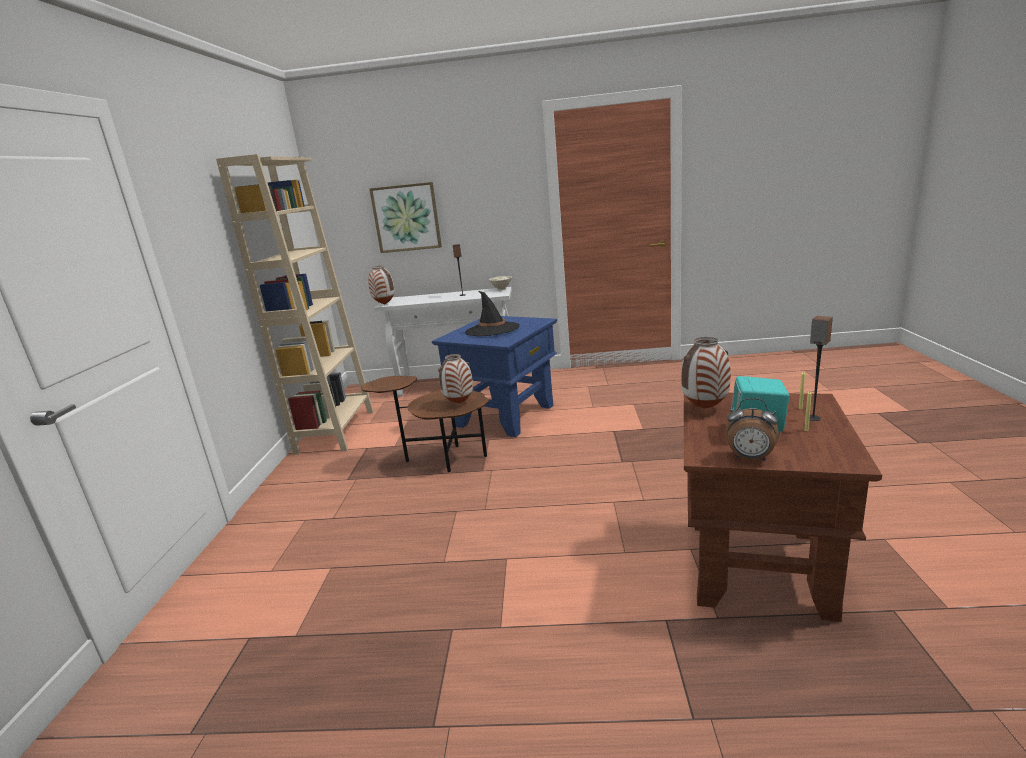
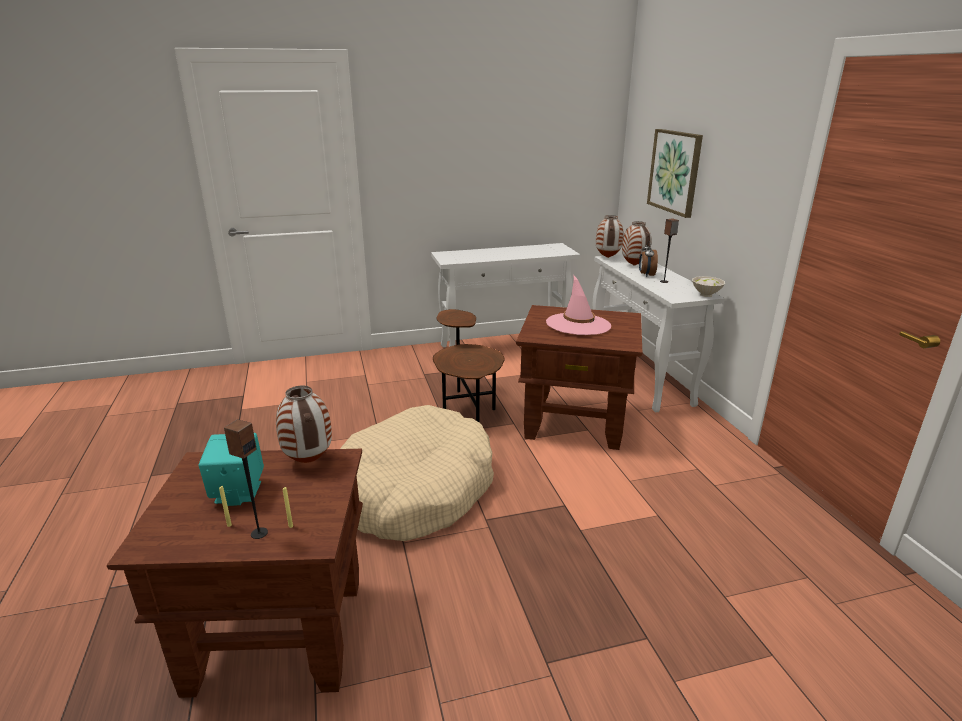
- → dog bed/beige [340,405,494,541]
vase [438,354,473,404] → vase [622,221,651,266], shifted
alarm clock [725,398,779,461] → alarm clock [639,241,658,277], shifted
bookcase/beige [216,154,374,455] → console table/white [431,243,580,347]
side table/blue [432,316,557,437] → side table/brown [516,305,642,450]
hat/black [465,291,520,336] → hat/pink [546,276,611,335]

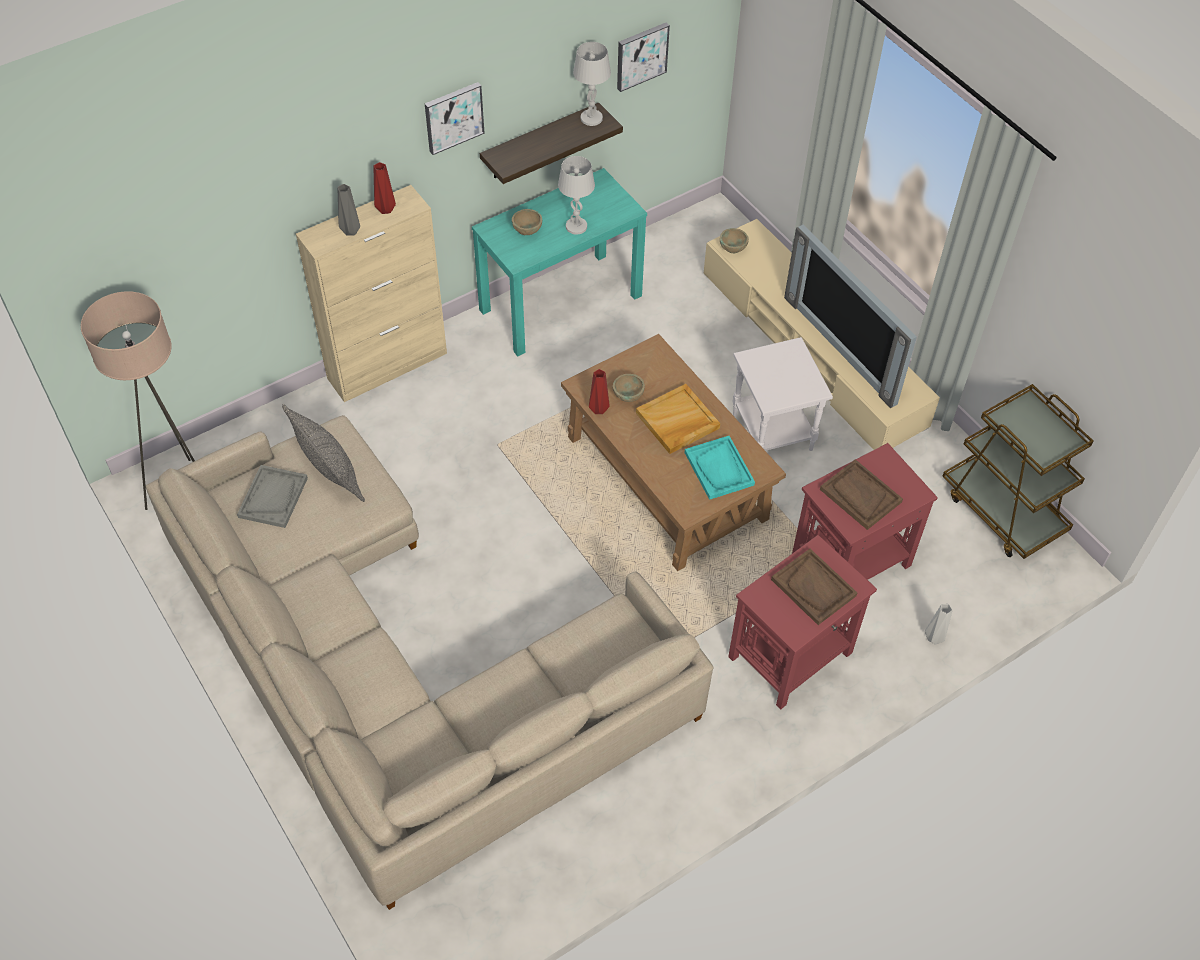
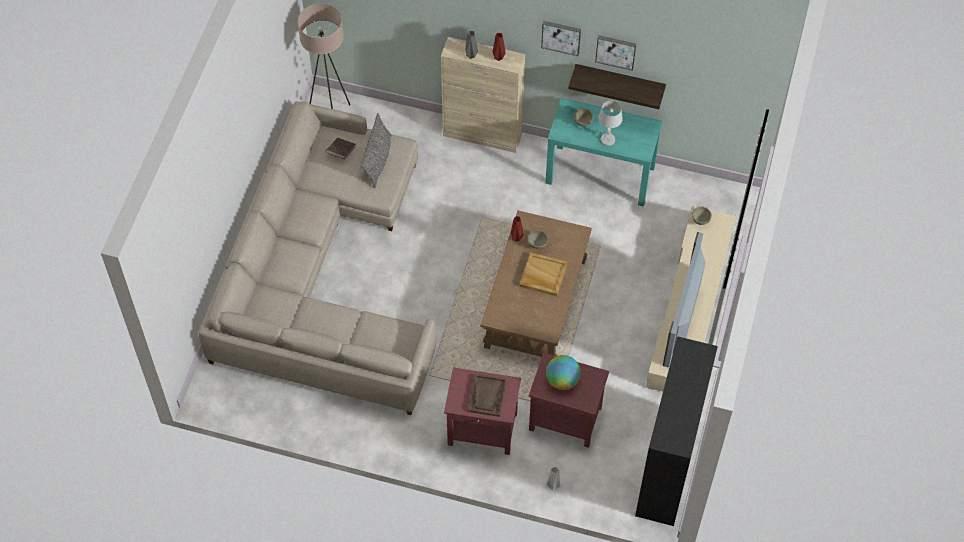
table lamp/white [573,42,611,126] → -
tray/turquoise [685,436,755,500] → -
side table/white [732,337,833,451] → -
picture [617,22,670,92] → picture [595,35,636,71], shifted
tray/grey [237,465,308,528] → book/brown [325,138,356,159]
tray/brown [820,459,903,530] → globe [546,355,581,390]
cart/brown [942,384,1093,559] → bookcase/black [635,336,718,526]

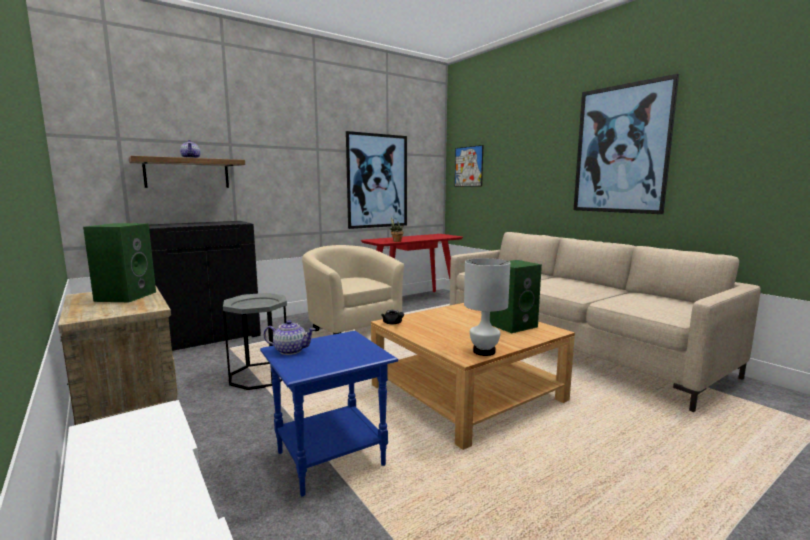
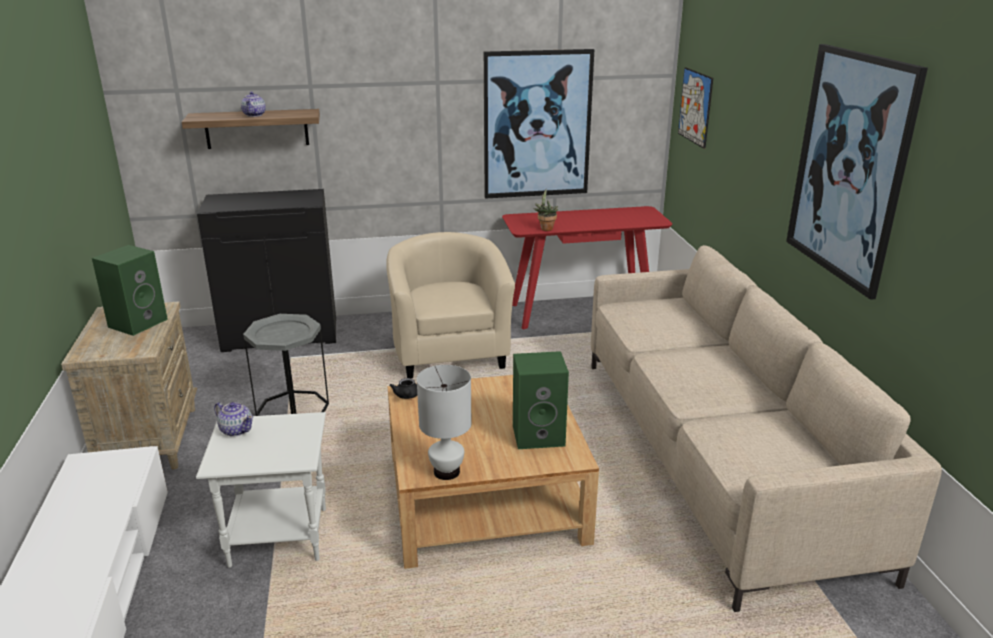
side table/blue [260,331,398,497] → side table/white [196,412,326,568]

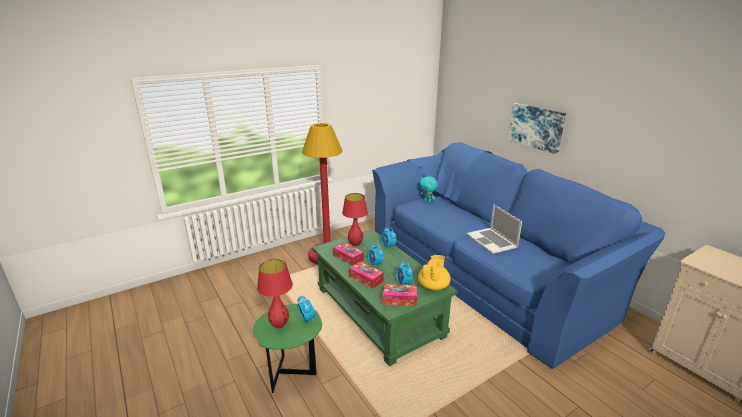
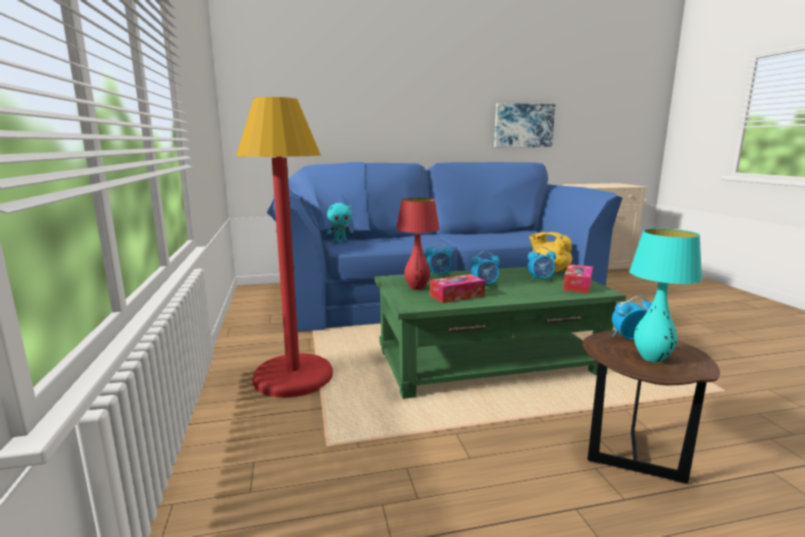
tissue box [349,262,384,289] → -
laptop [467,204,522,254] → -
picture [508,103,566,154] → picture [494,103,555,147], shifted
side table/green [253,304,322,393] → side table/brown [582,331,720,484]
table lamp/red [257,259,293,328] → table lamp/turquoise [629,228,702,363]

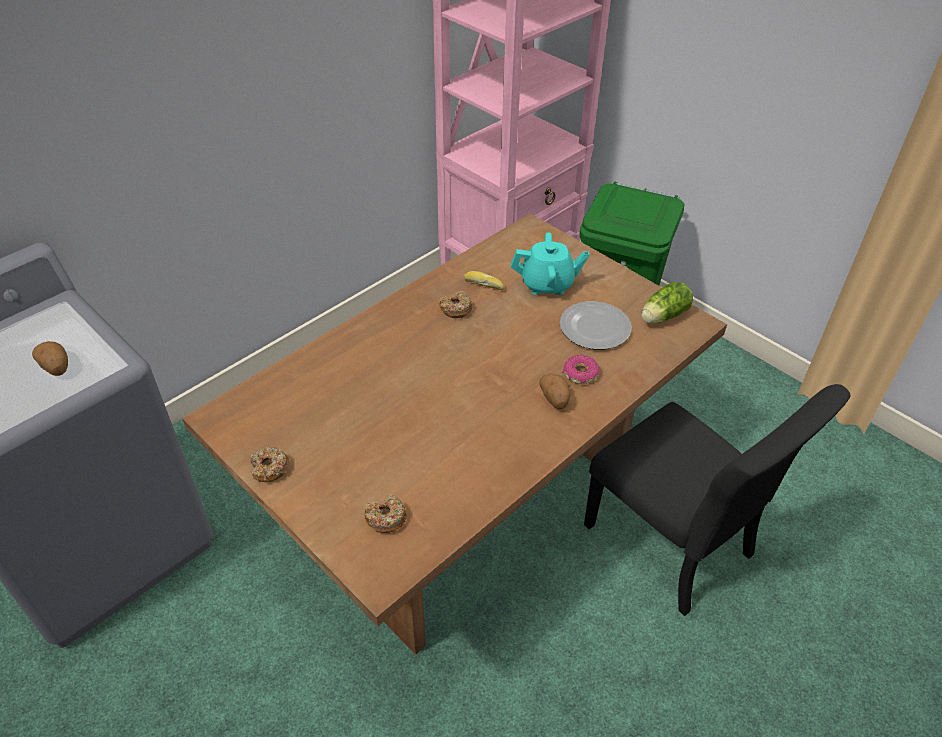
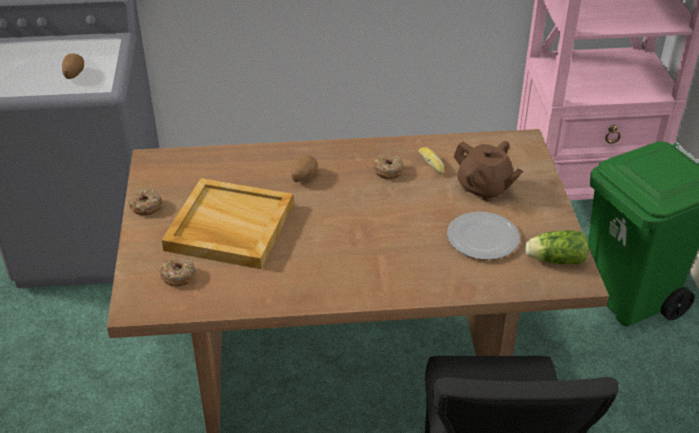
donut [563,355,599,384] → -
- → tray/beige [162,178,293,269]
potato [539,374,570,409] → potato [291,155,318,182], shifted
teapot/turquoise [511,232,590,295] → teapot/brown [453,141,523,201]

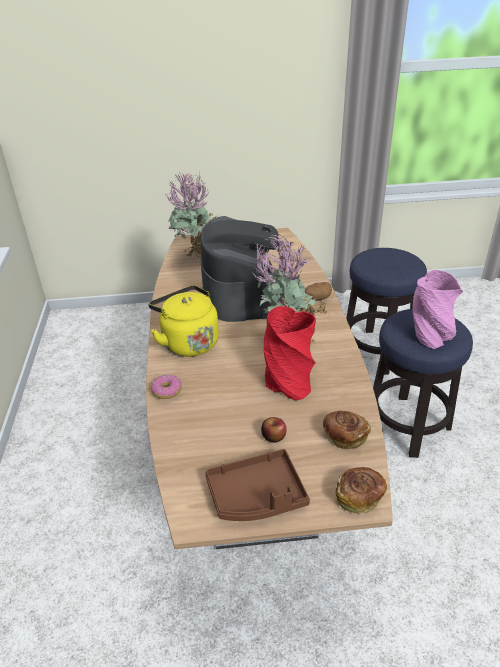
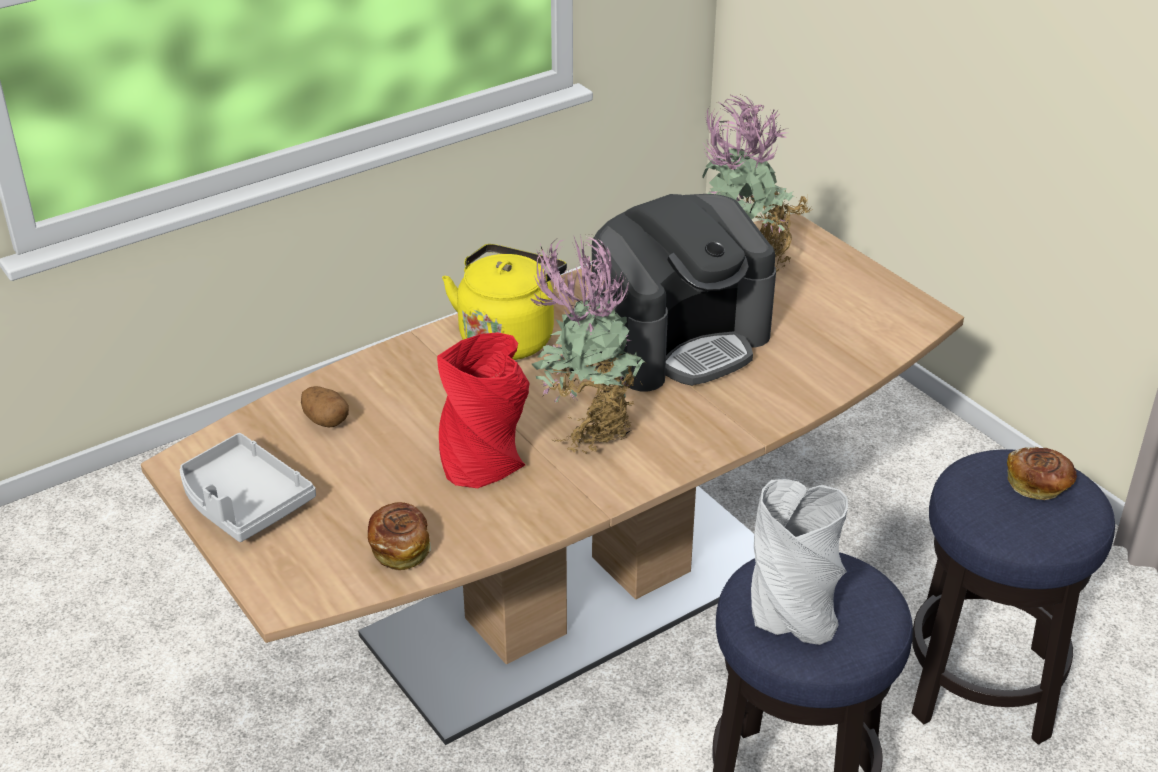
donut [151,375,181,399] → -
apple [261,417,287,443] → -
potato [305,282,332,301] → potato [301,386,349,427], shifted
bread [336,467,387,515] → bread [1007,447,1077,500], shifted
tray/brown [205,449,310,521] → tray/grey [179,433,316,542]
vase/pink [412,270,463,349] → vase/grey [751,479,848,645]

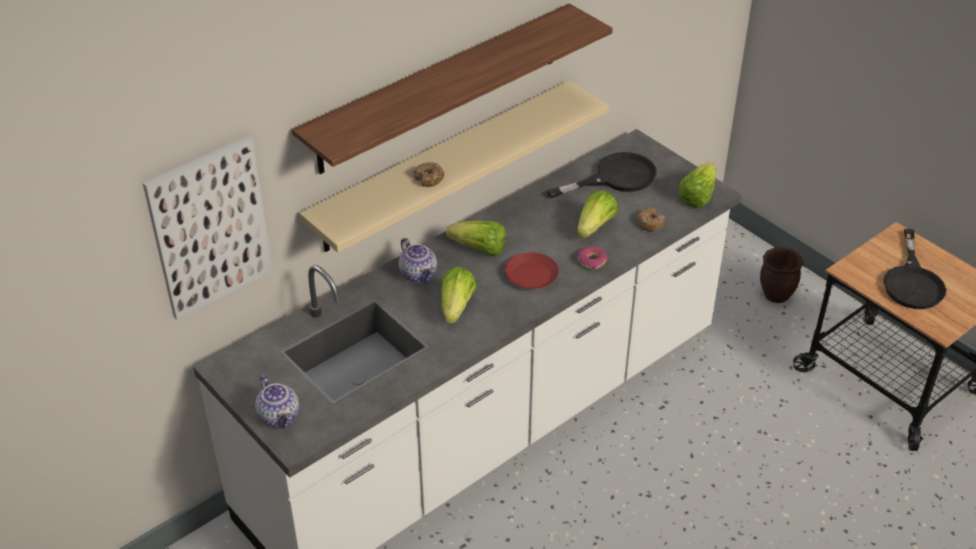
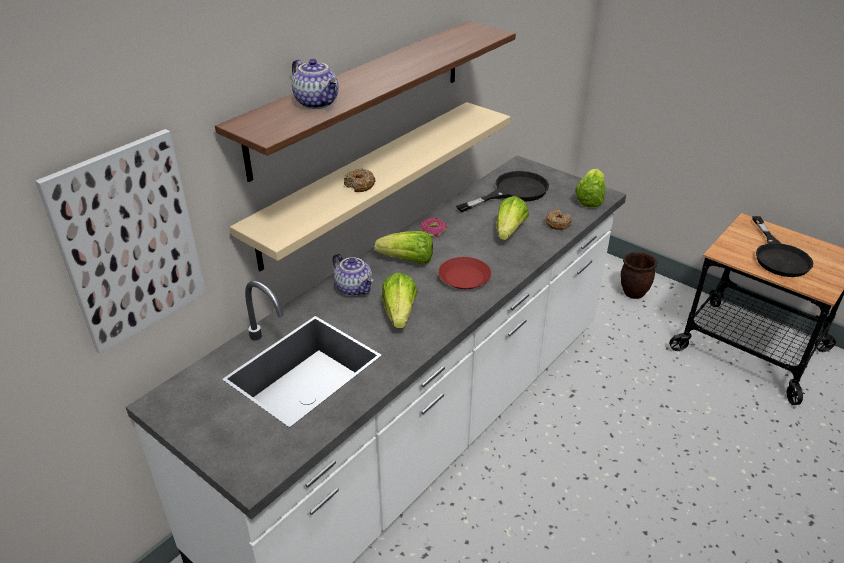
teapot [255,375,299,428] → teapot [292,59,338,109], shifted
donut [578,246,608,270] → donut [420,218,447,238], shifted

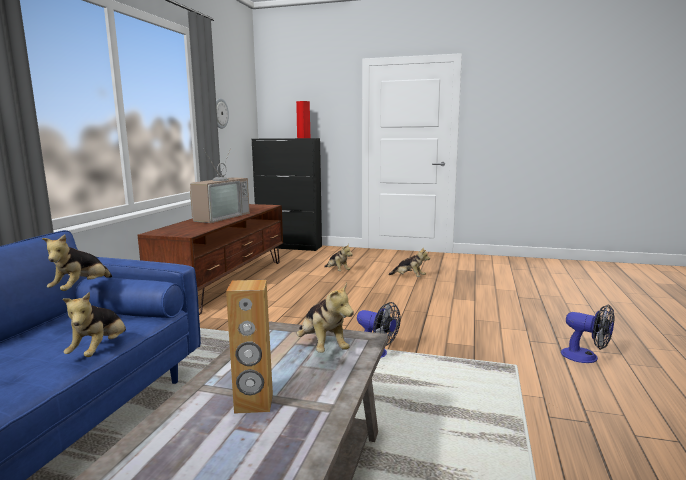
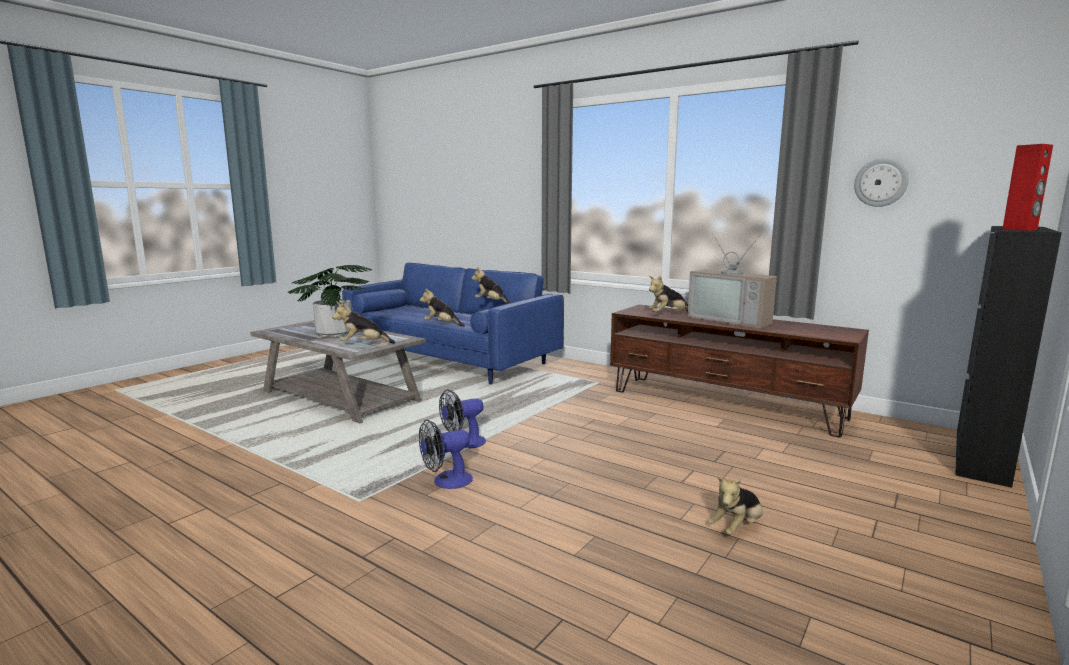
plush toy [324,243,353,271] → plush toy [648,276,688,312], shifted
fan [561,304,615,363] → fan [419,419,473,489], shifted
speaker/brown [226,280,273,414] → potted plant [289,265,372,337]

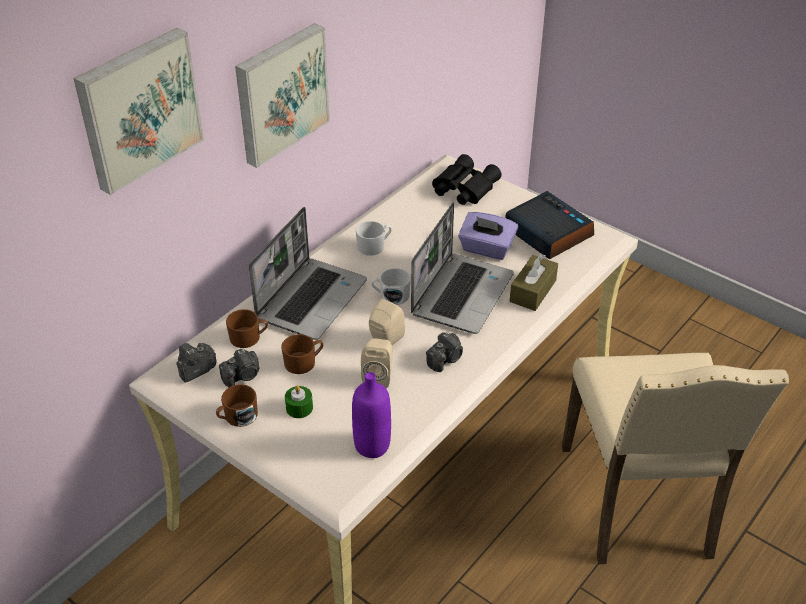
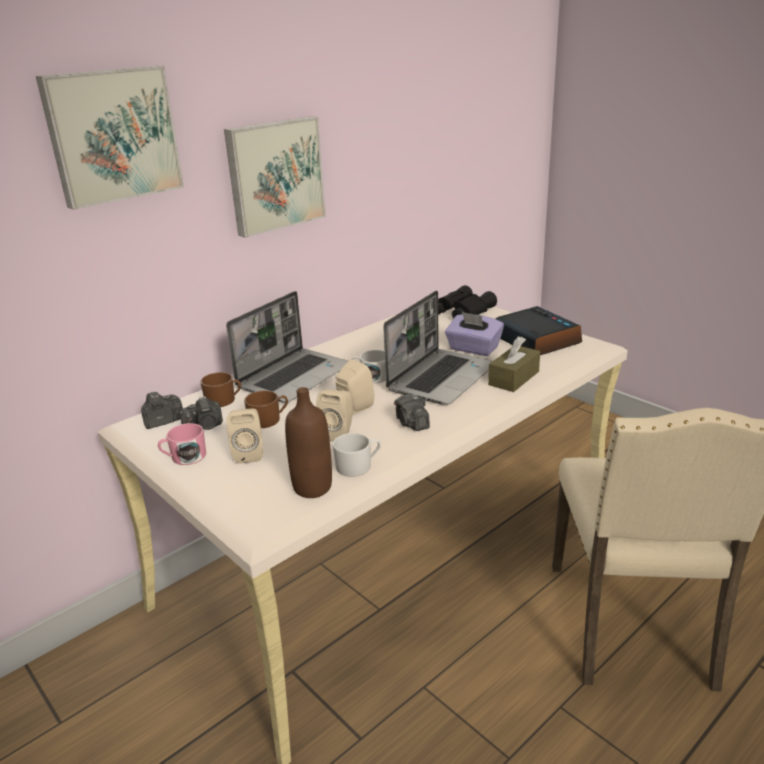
mug/white [356,221,392,256] → mug/white [333,433,381,477], shifted
candle/green [285,385,313,418] → speaker/beige [227,409,263,464]
mug/brown [216,384,258,427] → mug/pink [158,423,206,465]
bottle/purple [352,372,391,458] → bottle/brown [285,387,332,498]
photo camera [426,332,463,372] → photo camera [394,394,430,431], 105 degrees clockwise

